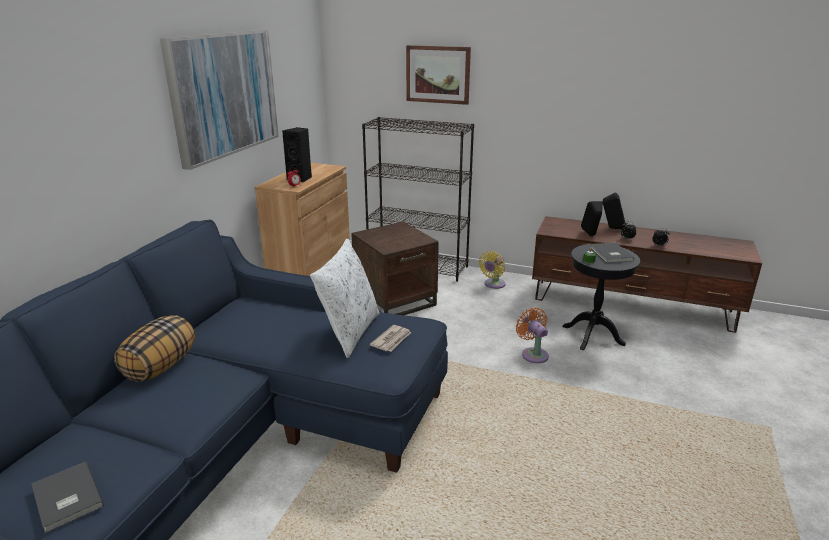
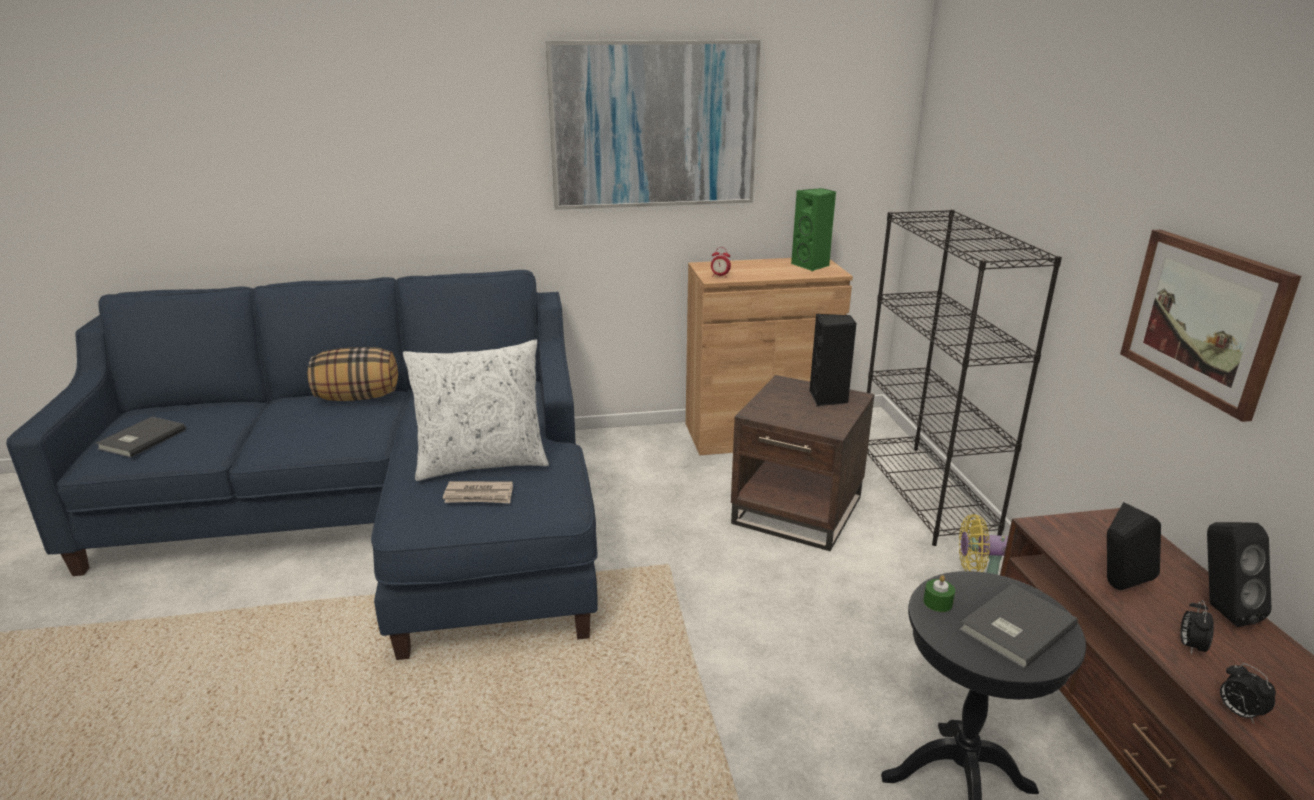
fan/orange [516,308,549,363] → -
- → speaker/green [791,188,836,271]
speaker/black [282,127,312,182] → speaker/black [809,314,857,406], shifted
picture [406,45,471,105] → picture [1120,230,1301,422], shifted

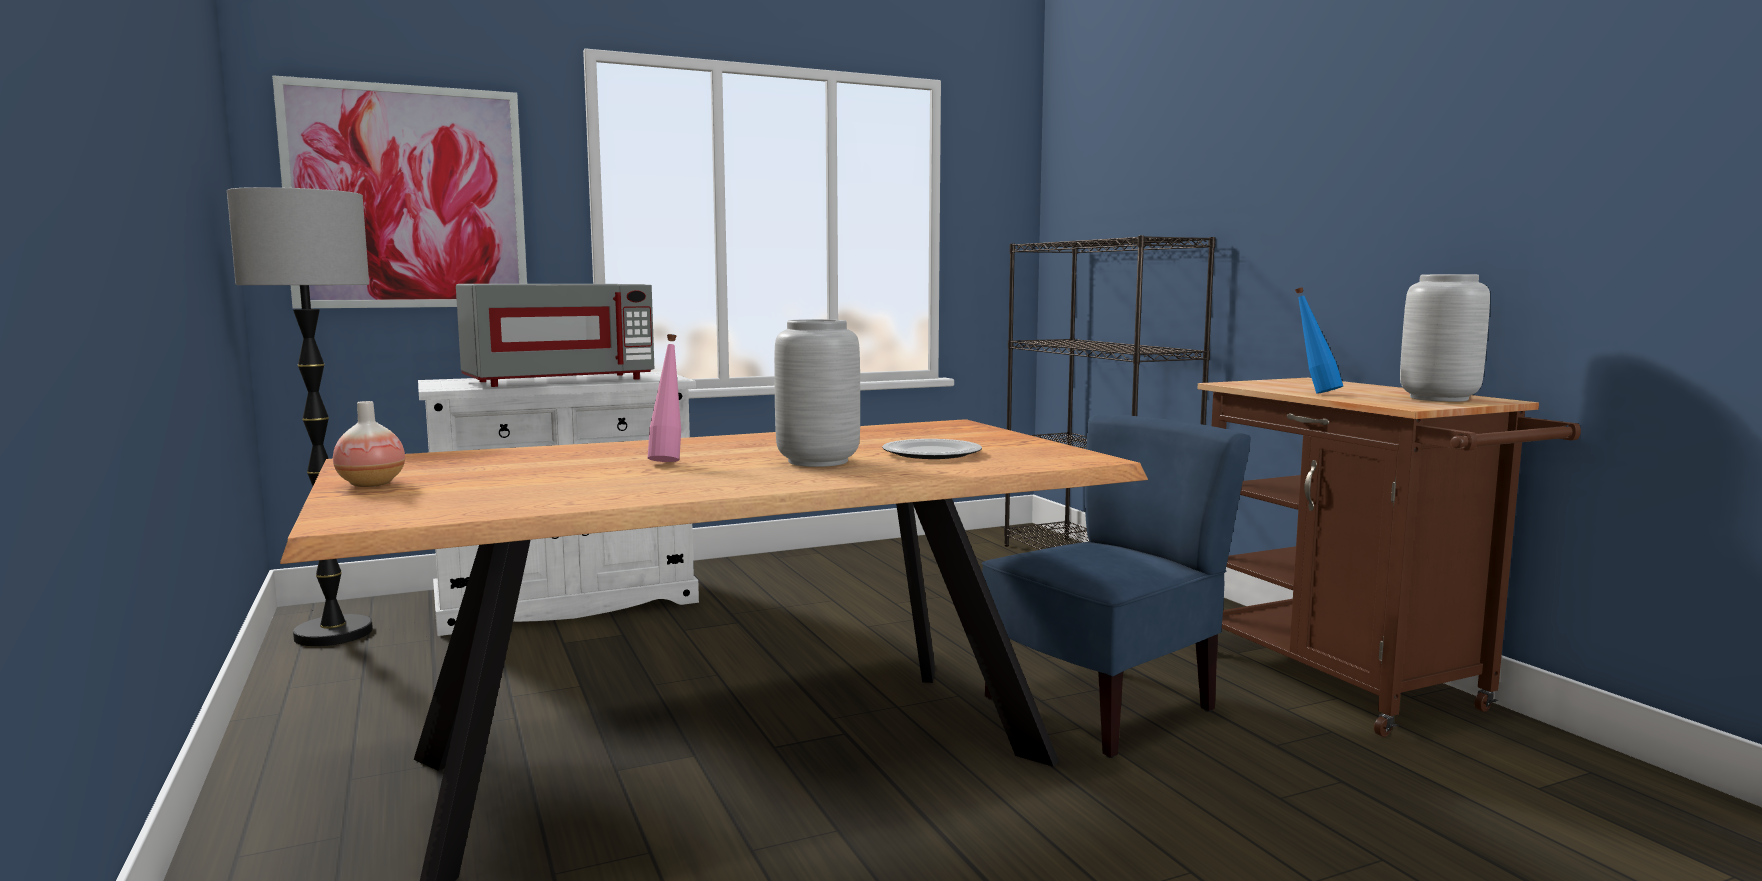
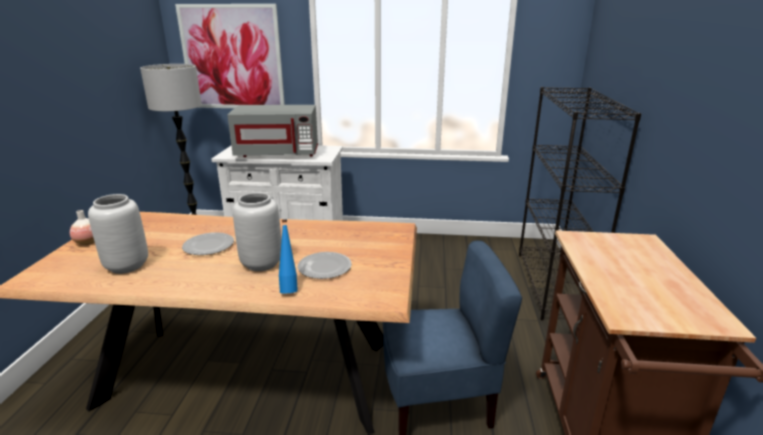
bottle/blue [1295,287,1343,394] → bottle/blue [279,219,298,293], shifted
vase/grey [1400,274,1490,402] → vase/grey [88,194,148,274], shifted
bottle/pink [648,334,681,462] → plate [182,232,234,255]

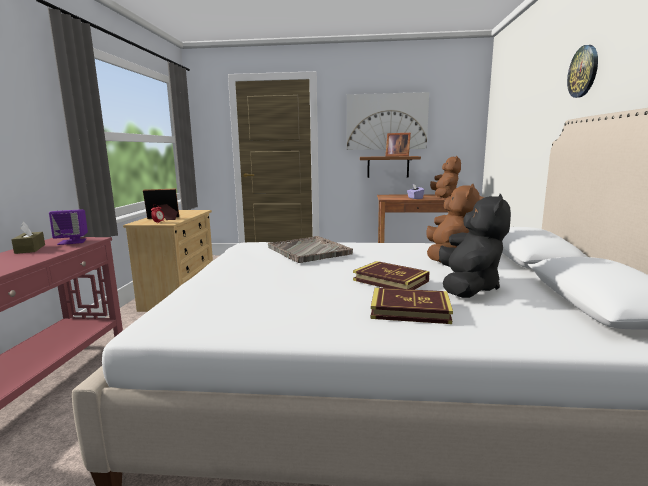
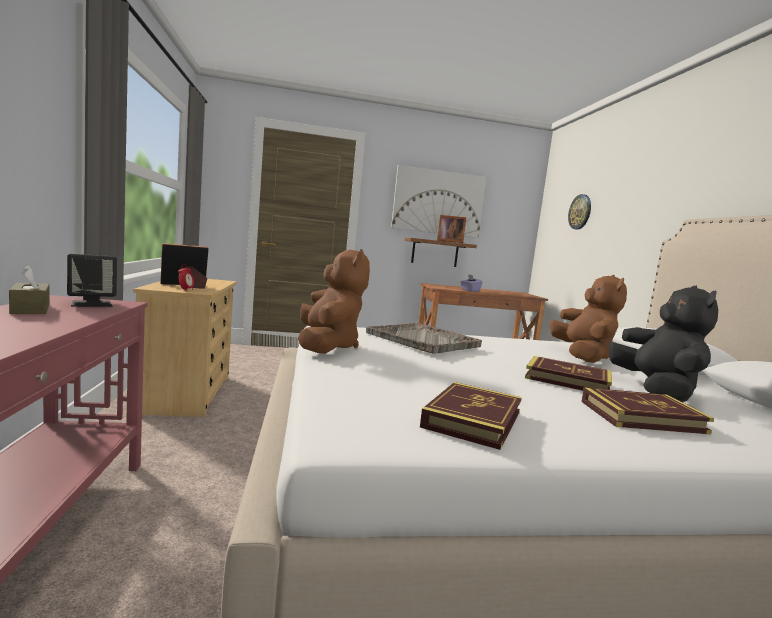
- → book [420,382,522,450]
plush toy/brown [430,156,461,198] → plush toy/brown [298,249,370,354], shifted
wall clock [567,45,598,98] → wall clock [568,194,591,230], shifted
speaker/purple [49,209,88,245] → speaker/black [67,254,117,307]

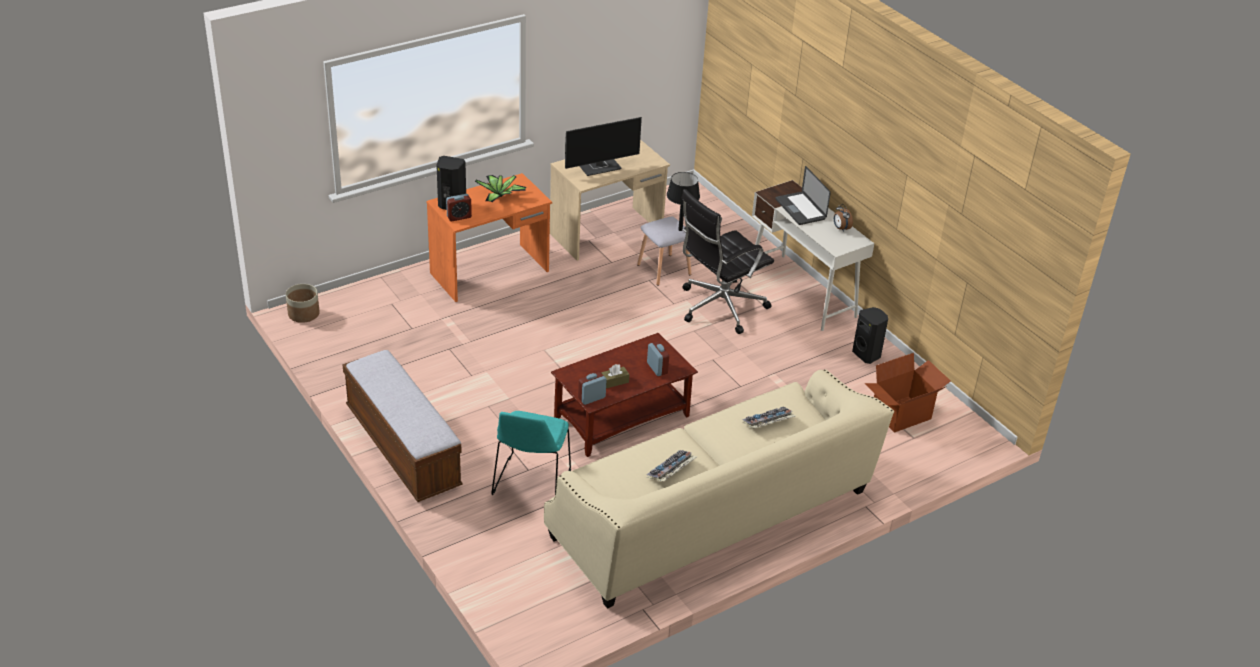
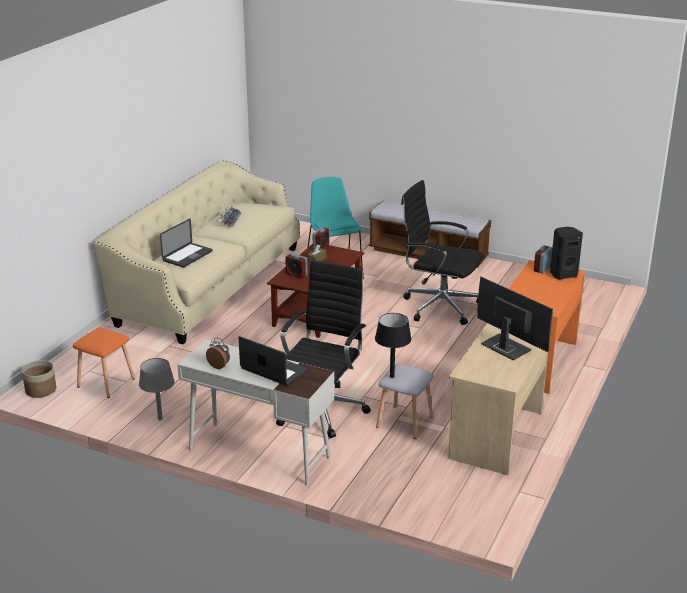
potted plant [475,175,526,202] → -
- → office chair/black [401,180,483,325]
planter [286,284,320,323] → planter [22,360,56,398], shifted
keyboard [742,407,795,429] → laptop [160,219,213,268]
speaker/black [852,307,888,364] → table lamp/grey [139,358,175,420]
cardboard box [865,353,951,433] → stool/orange [73,328,135,398]
monitor [565,117,642,176] → monitor [478,277,553,360], 105 degrees clockwise

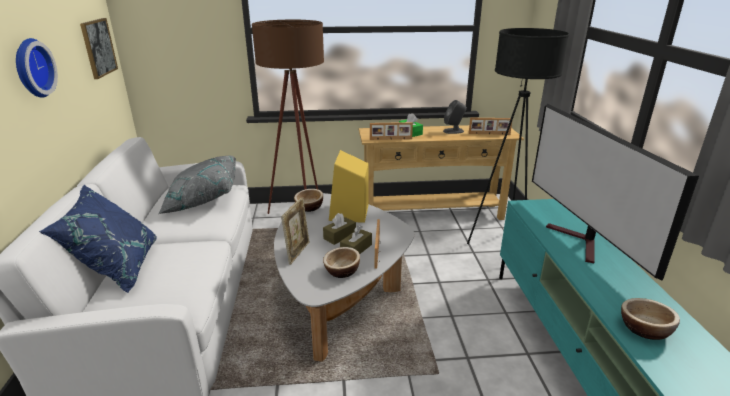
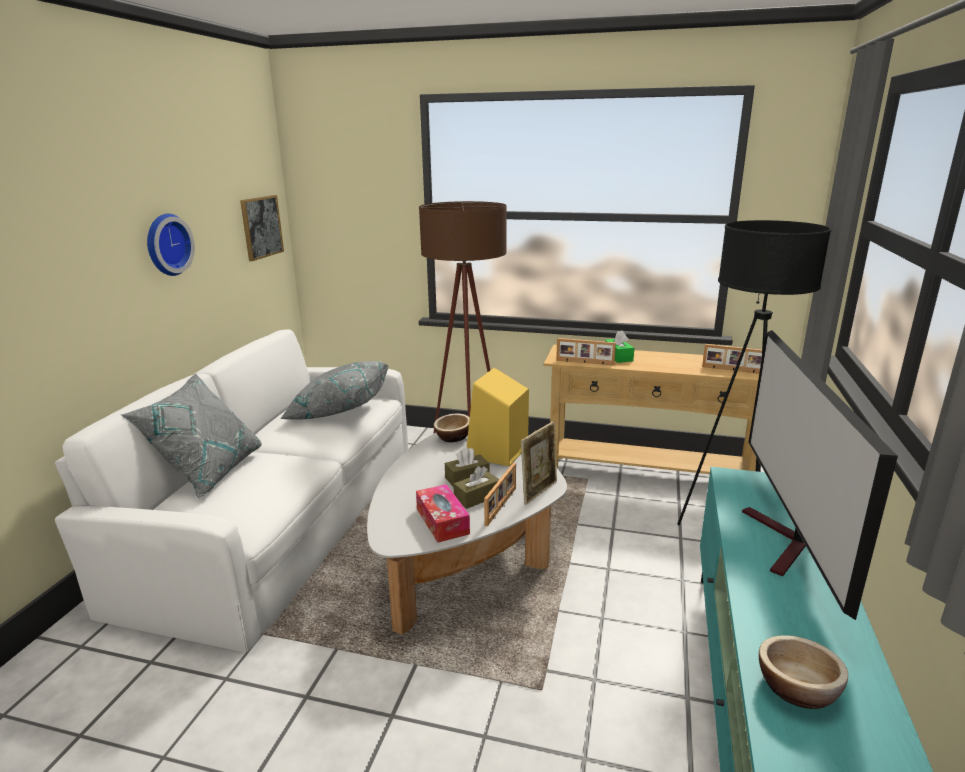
speaker/grey [443,100,467,134] → -
picture frame [281,197,309,265] → picture frame [521,421,557,505], shifted
bowl [323,247,360,278] → tissue box [416,484,470,543]
pillow/blue [39,185,157,293] → pillow/grey [121,374,261,499]

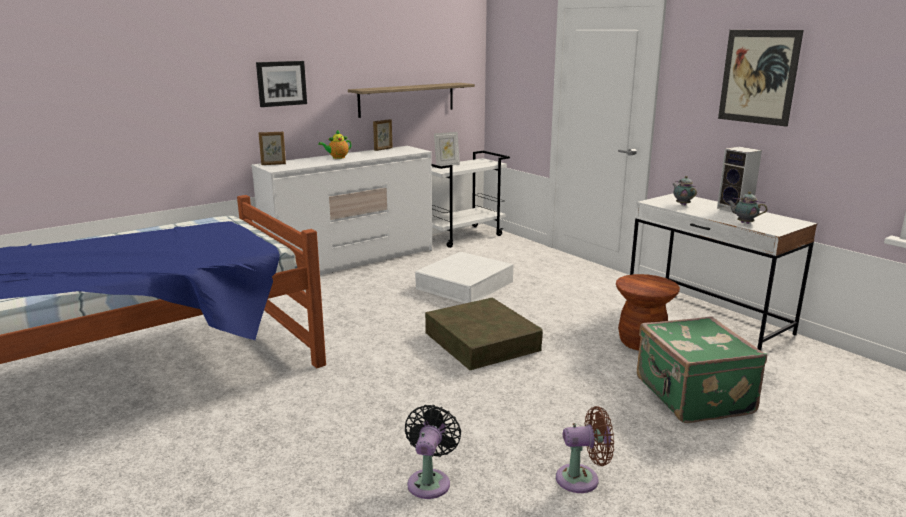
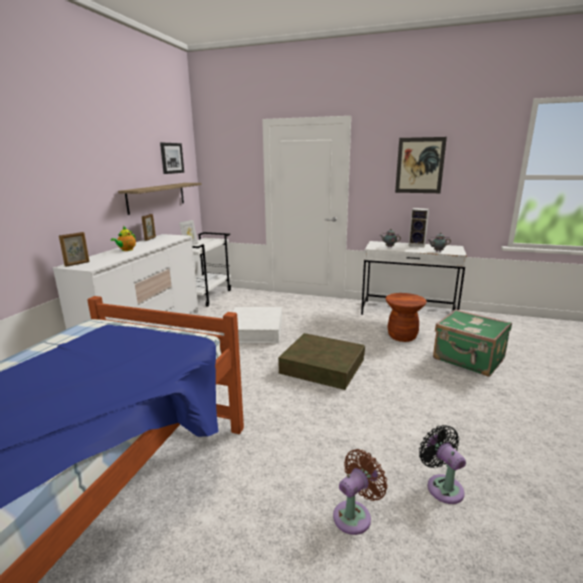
picture [256,61,307,107] → picture [160,143,184,174], shifted
fan/brown [556,406,614,493] → fan/brown [333,449,388,535], shifted

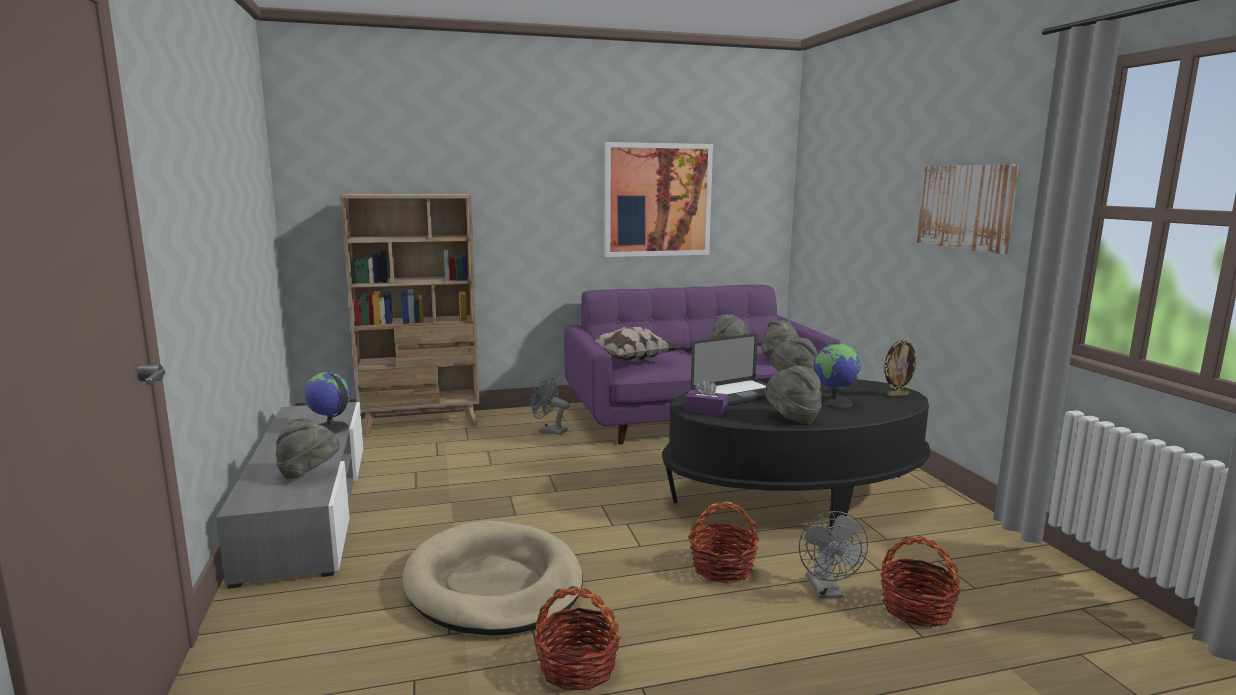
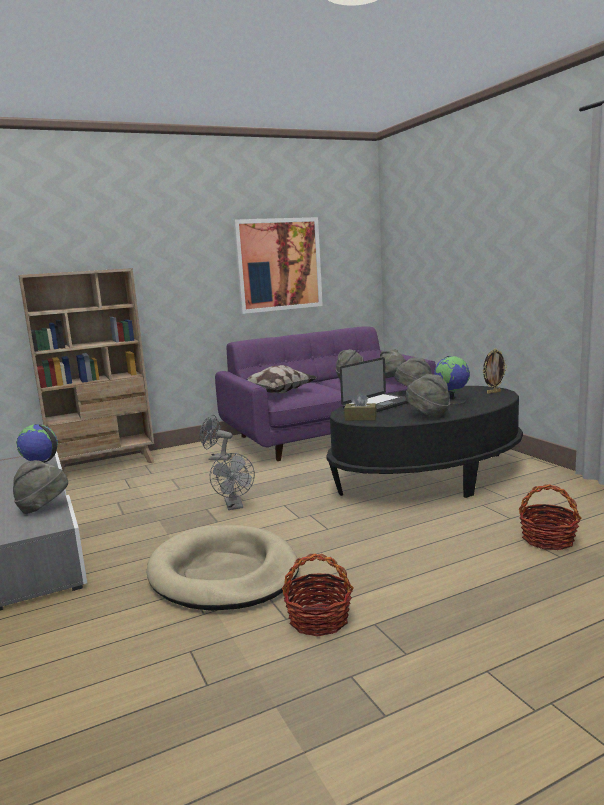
basket [688,501,759,584] → -
picture [917,164,1019,254] → -
fan/grey [799,511,868,598] → fan/grey [210,453,255,510], shifted
tissue box/purple [685,379,728,416] → tissue box/brown [344,393,377,421]

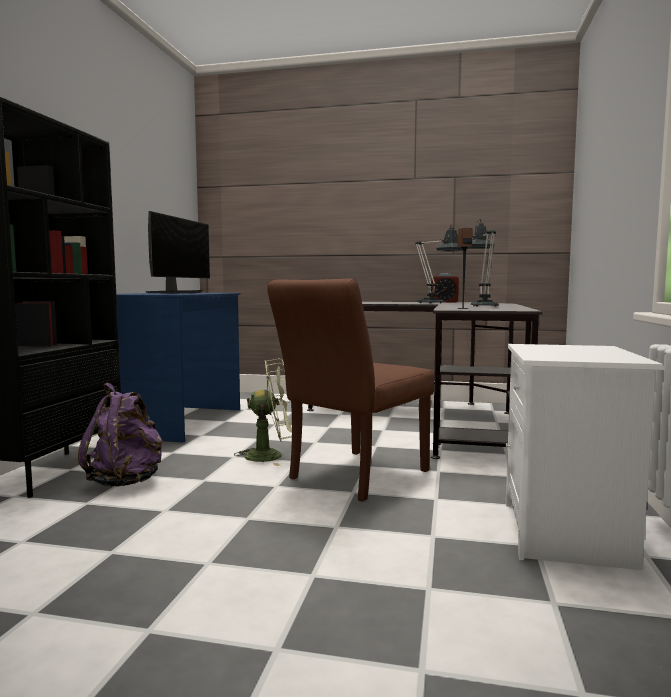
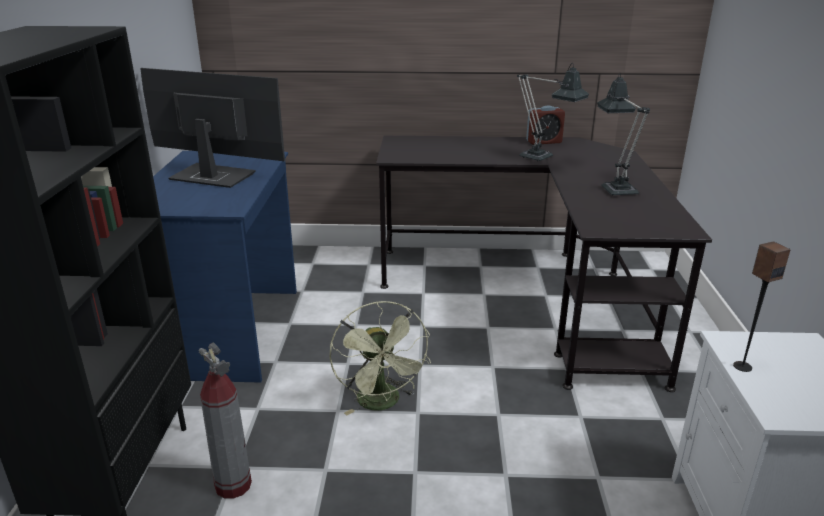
chair/brown [267,279,434,501] → -
speaker [457,228,473,309] → speaker [733,242,791,372], shifted
backpack/purple [78,383,163,487] → fire extinguisher [199,343,252,499]
monitor [146,211,210,293] → monitor [140,68,285,188], 75 degrees counterclockwise
fan/green [234,358,292,466] → fan/green [329,301,431,415], 90 degrees clockwise

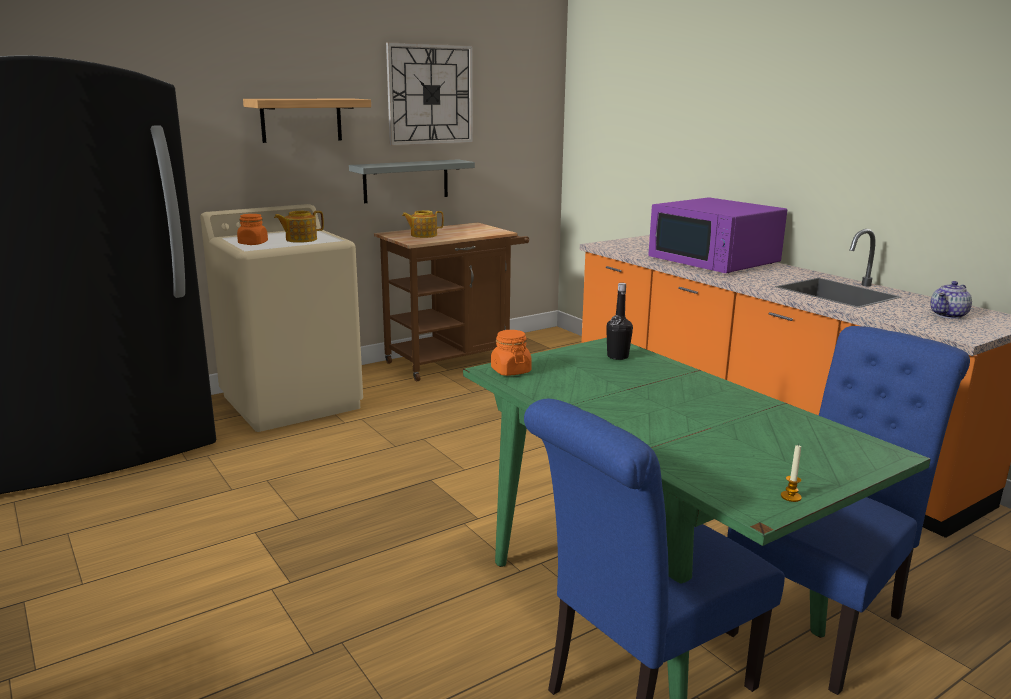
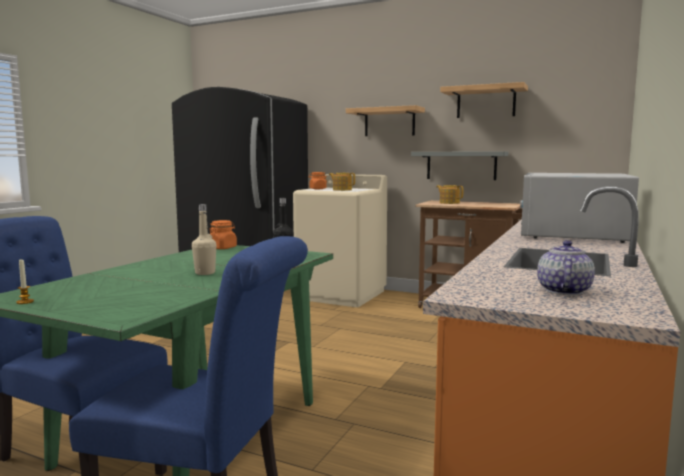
- → bottle/beige [192,204,216,275]
wall clock [386,42,473,145] → shelf [440,82,528,118]
microwave/purple [648,197,787,273] → microwave/white [520,173,639,243]
teapot [930,281,972,319] → teapot [537,240,595,295], 90 degrees clockwise

